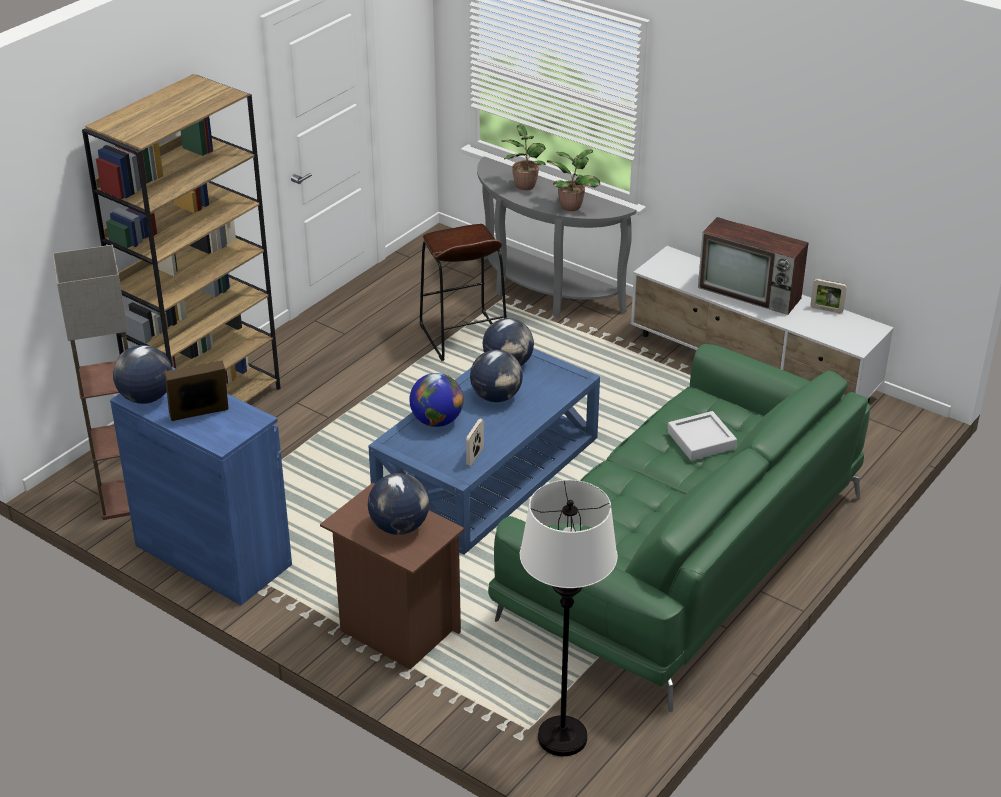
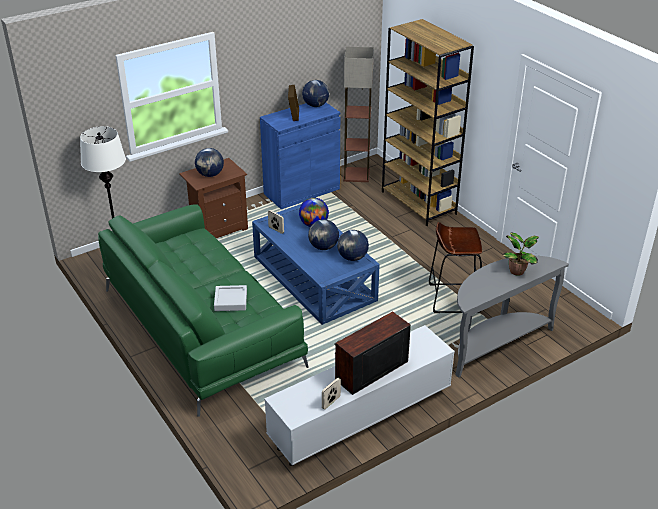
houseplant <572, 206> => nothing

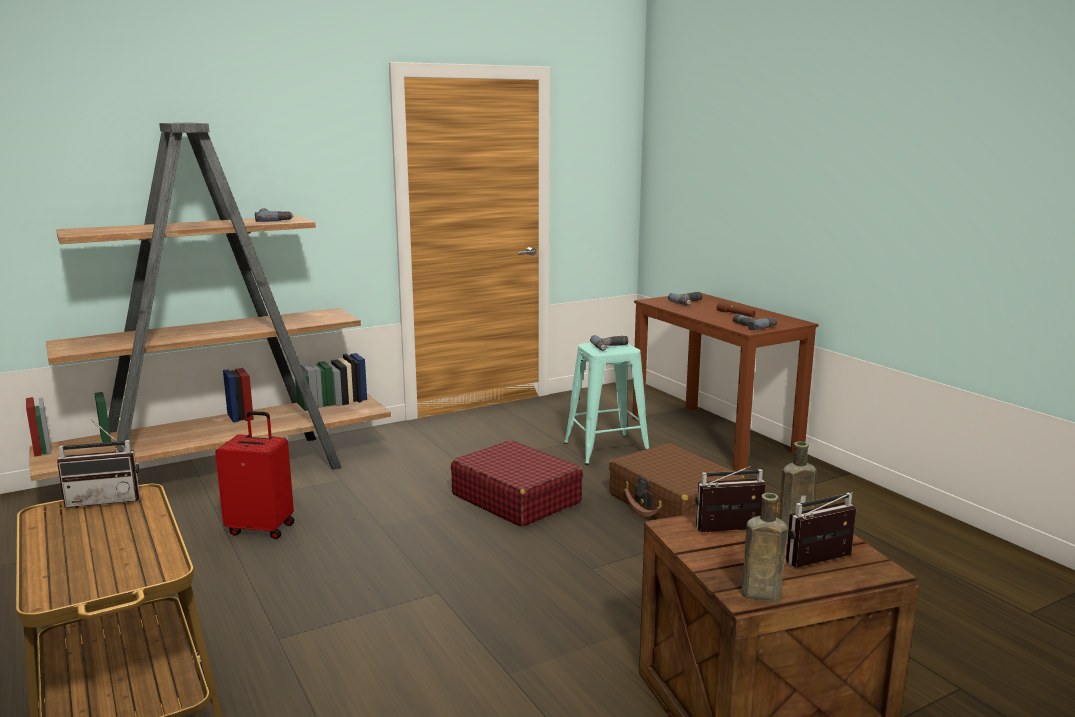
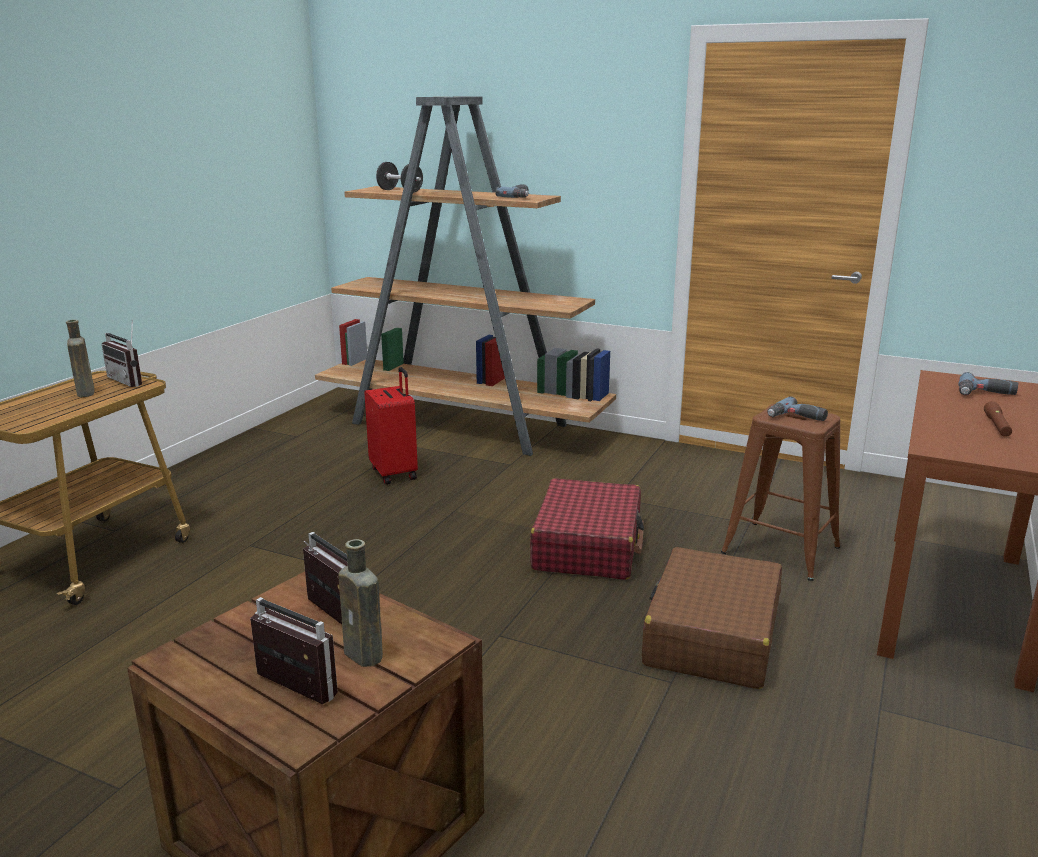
turquoise sitting stool <606, 449> => brownish sitting stool <780, 550>
drill <753, 325> => nothing
brownish bottle <758, 594> => brownish bottle <85, 392>, shifted
nothing => black-coloured hand weight <400, 191>

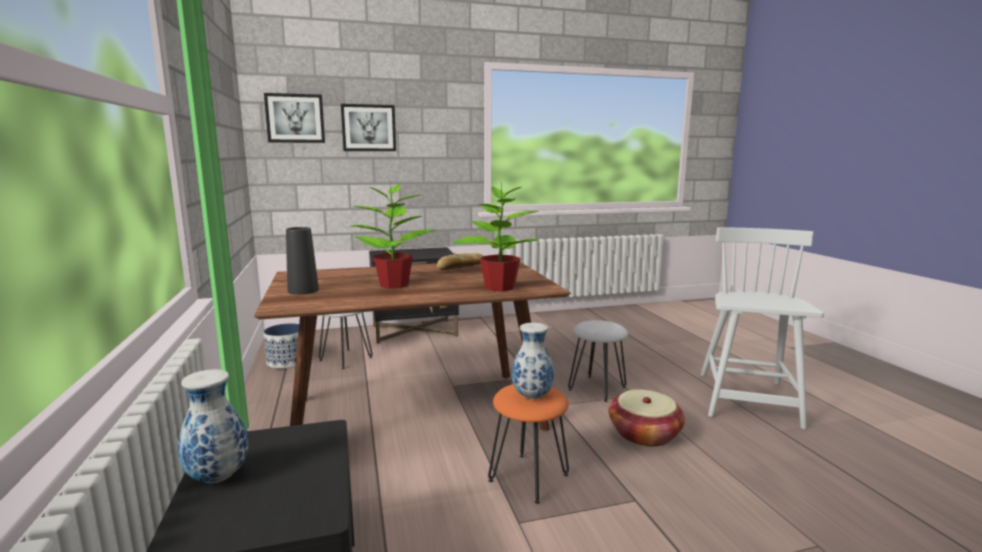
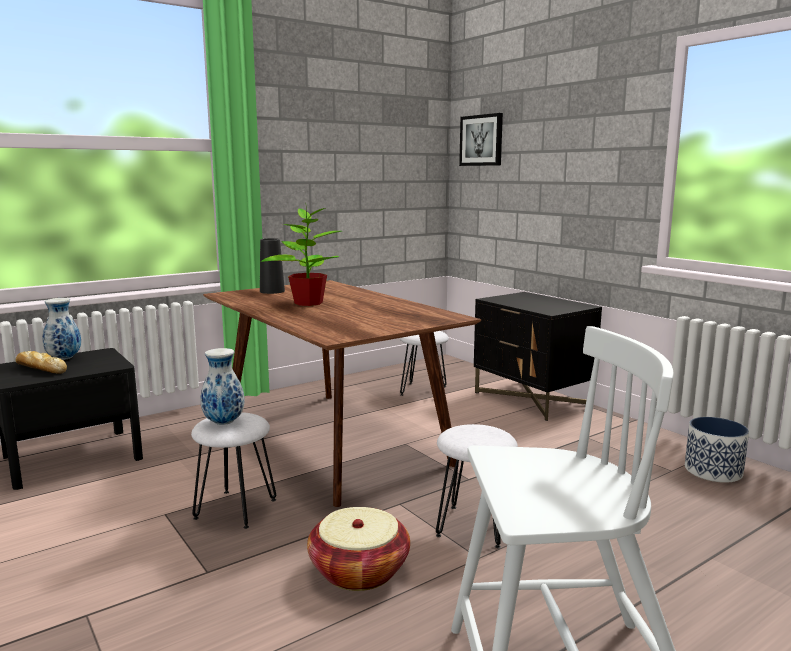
planter <286, 361> => planter <712, 471>, shifted
wall art <368, 128> => nothing
bakery bread <460, 267> => bakery bread <40, 368>, shifted
houseplant <499, 287> => nothing
orange sitting stool <528, 478> => white-coloured sitting stool <235, 508>

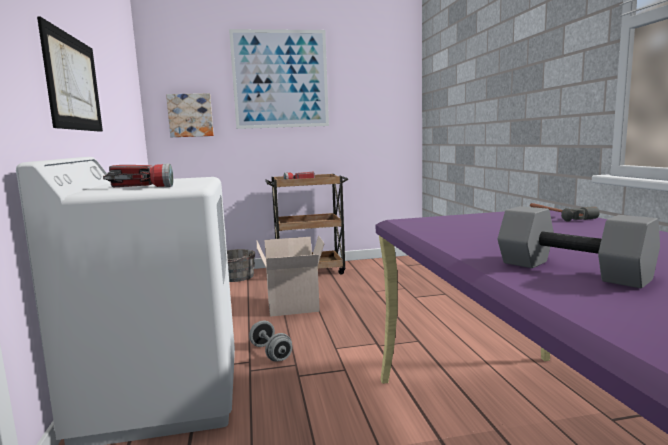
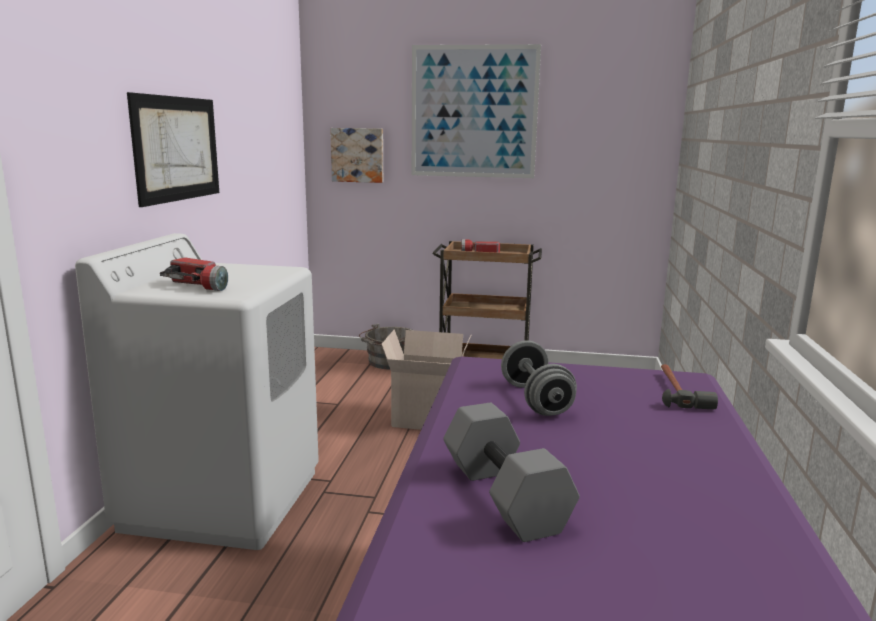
greyish hand weight <271, 353> => greyish hand weight <535, 400>, shifted

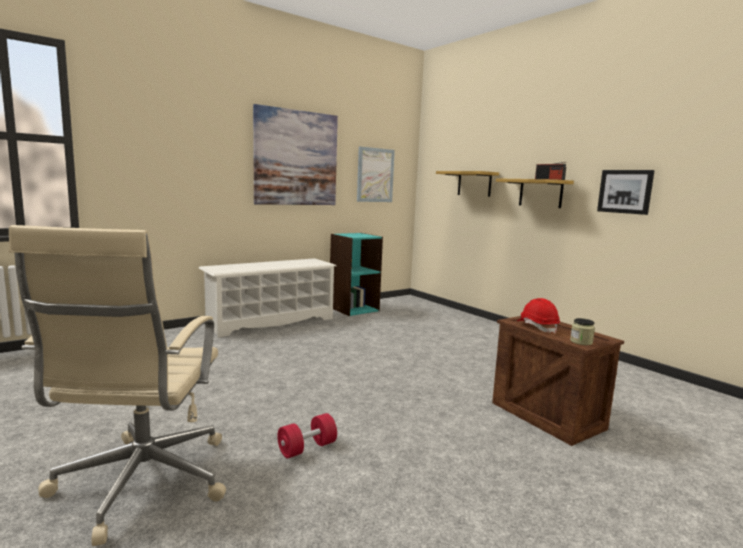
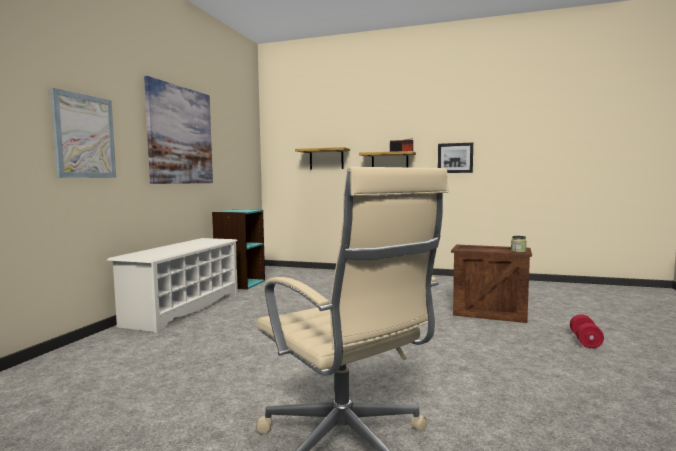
red-coloured hand weight <307, 448> => red-coloured hand weight <585, 341>, shifted
wall art <375, 175> => wall art <84, 136>, shifted
red-coloured hard hat <537, 327> => nothing

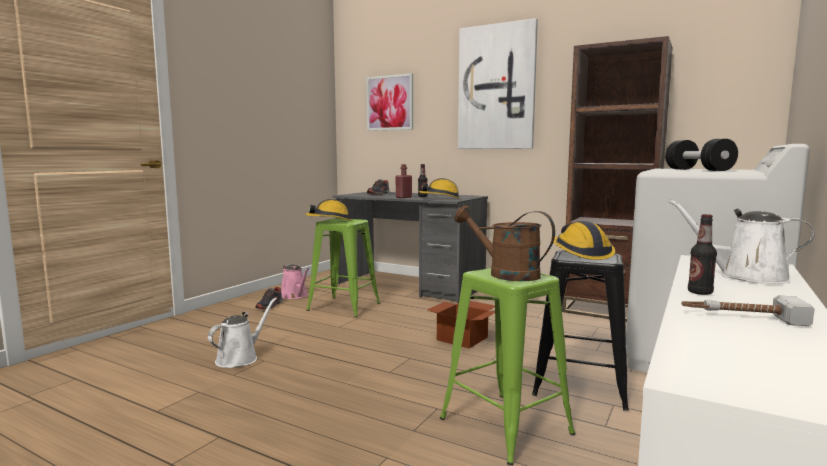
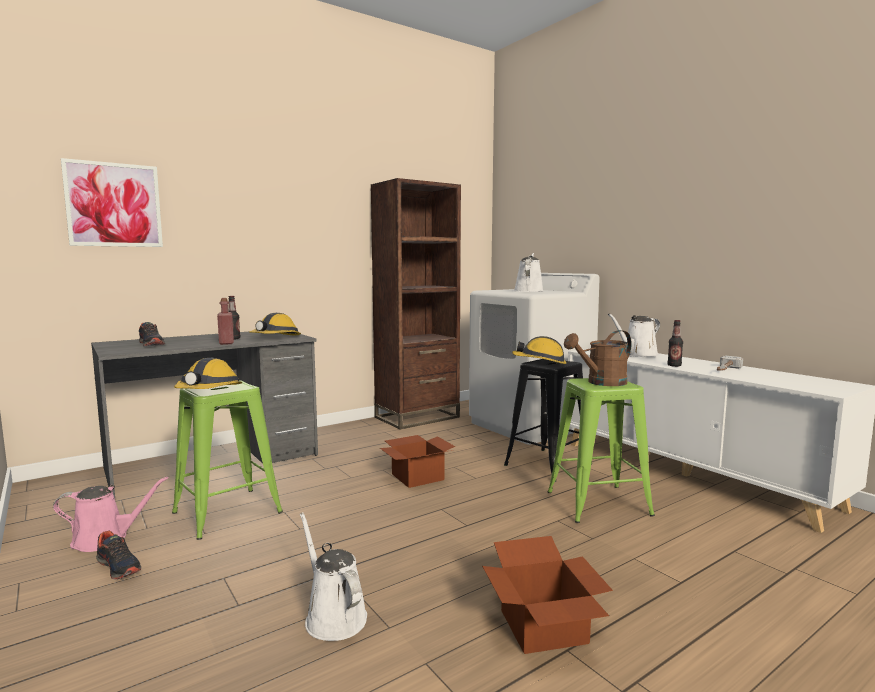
wall art <496, 87> => nothing
black-coloured hand weight <698, 170> => white-coloured sprinkling can <528, 291>
nothing => cardboard box <543, 628>

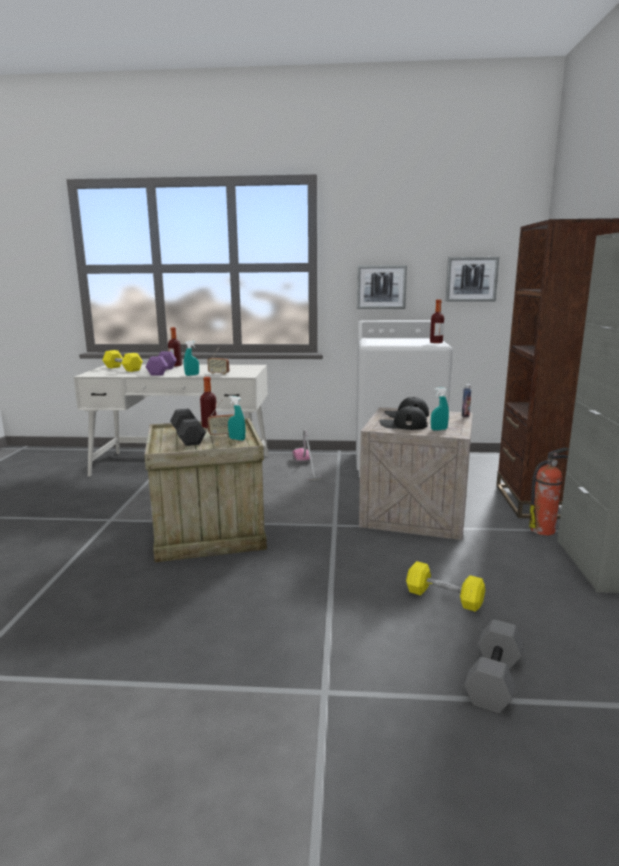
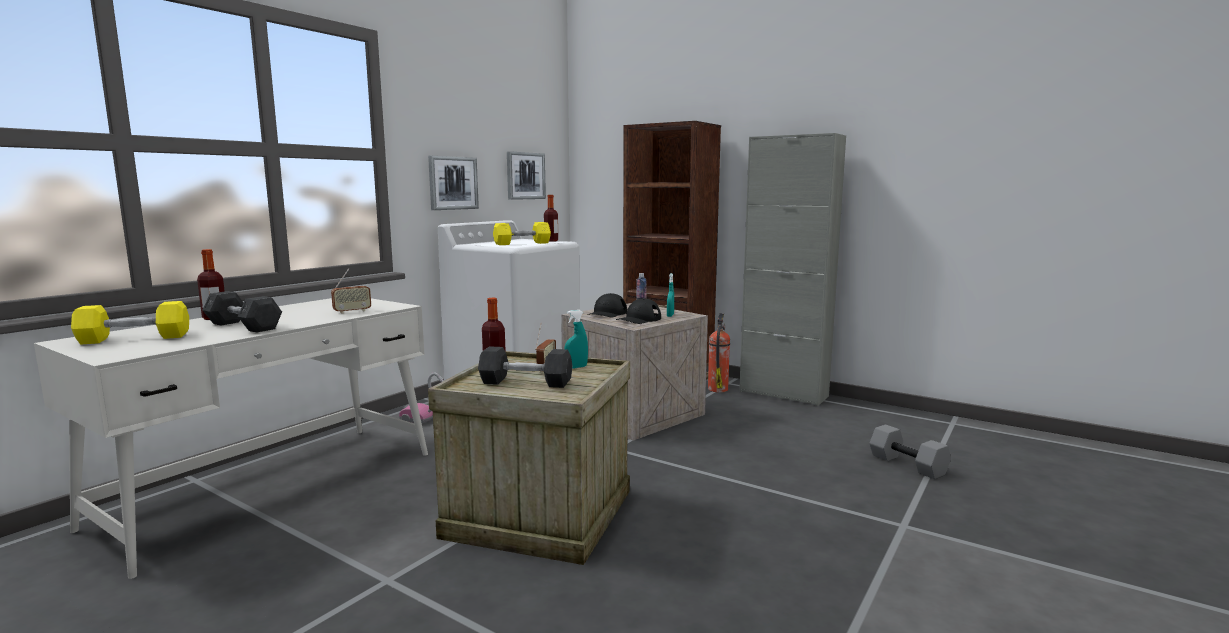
purplish hand weight <162, 371> => greyish hand weight <243, 326>
turquoise spray bottle <192, 375> => nothing
yellow-coloured hand weight <444, 597> => yellow-coloured hand weight <522, 243>, shifted

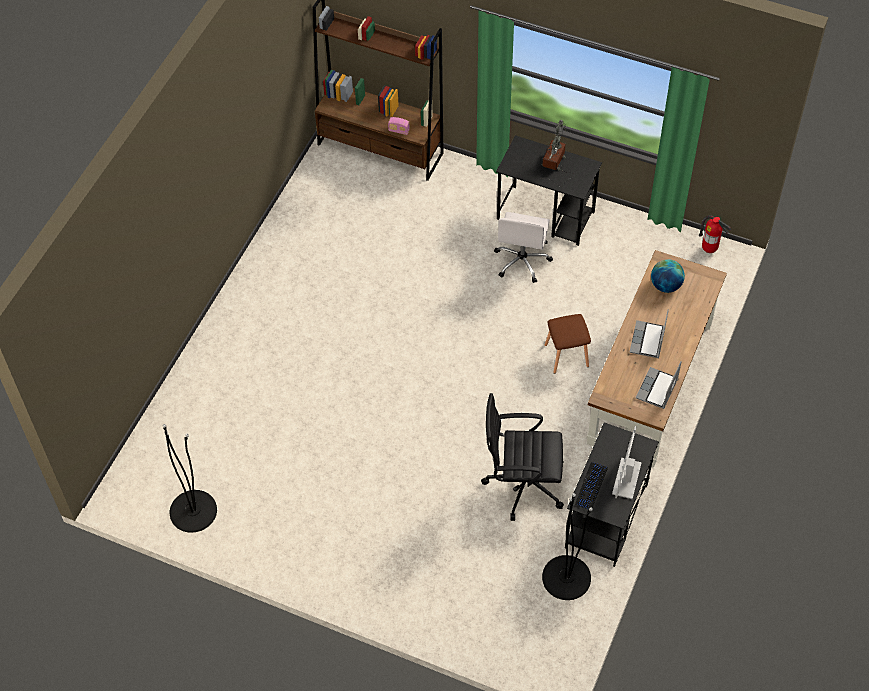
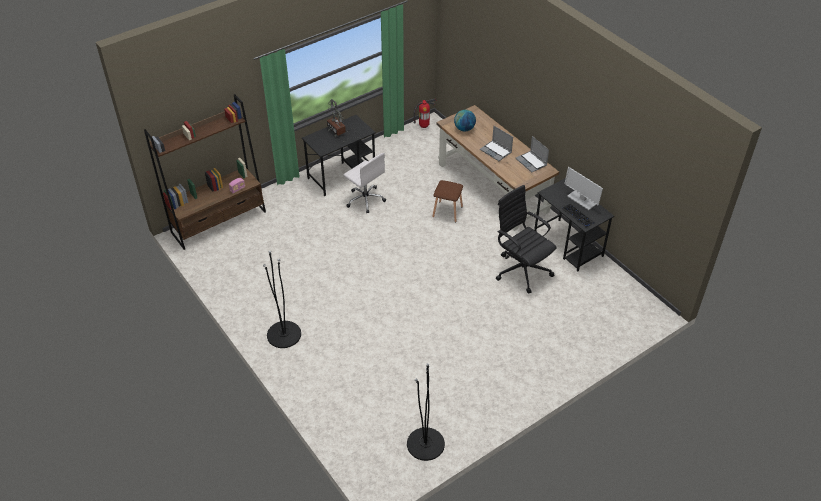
black-coloured desk chair <522, 483> => black-coloured desk chair <521, 269>, 105 degrees clockwise
black-coloured standard lamp <566, 577> => black-coloured standard lamp <284, 334>, shifted

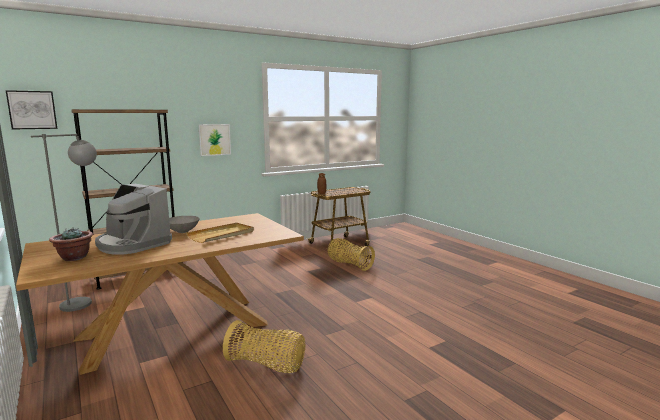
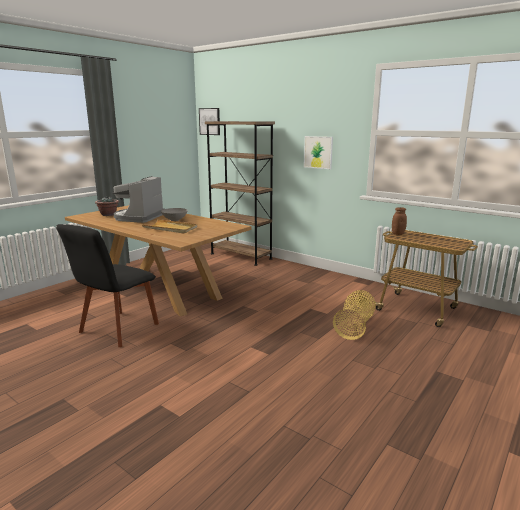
greyish standard lamp <86, 301> => nothing
storage basket <267, 365> => black-coloured plain chair <116, 330>

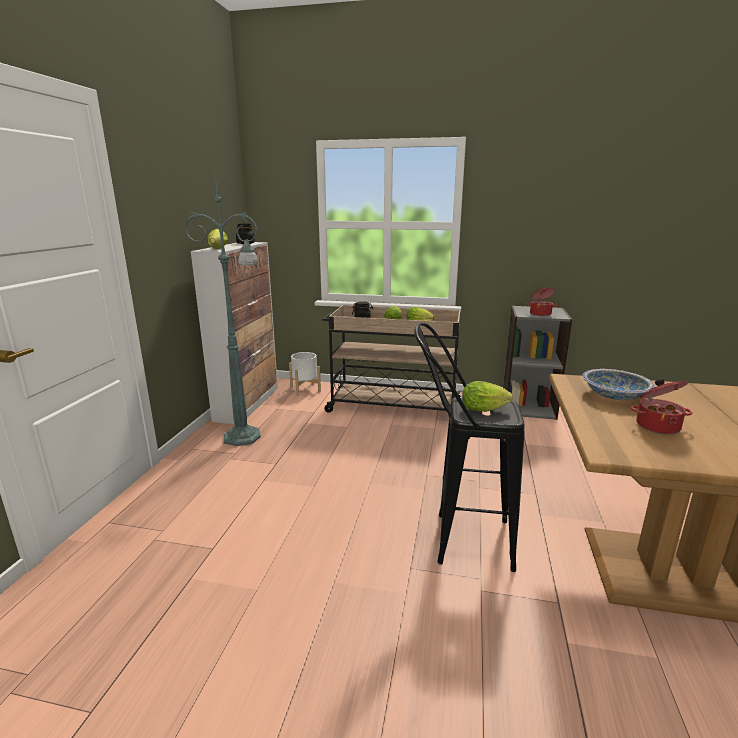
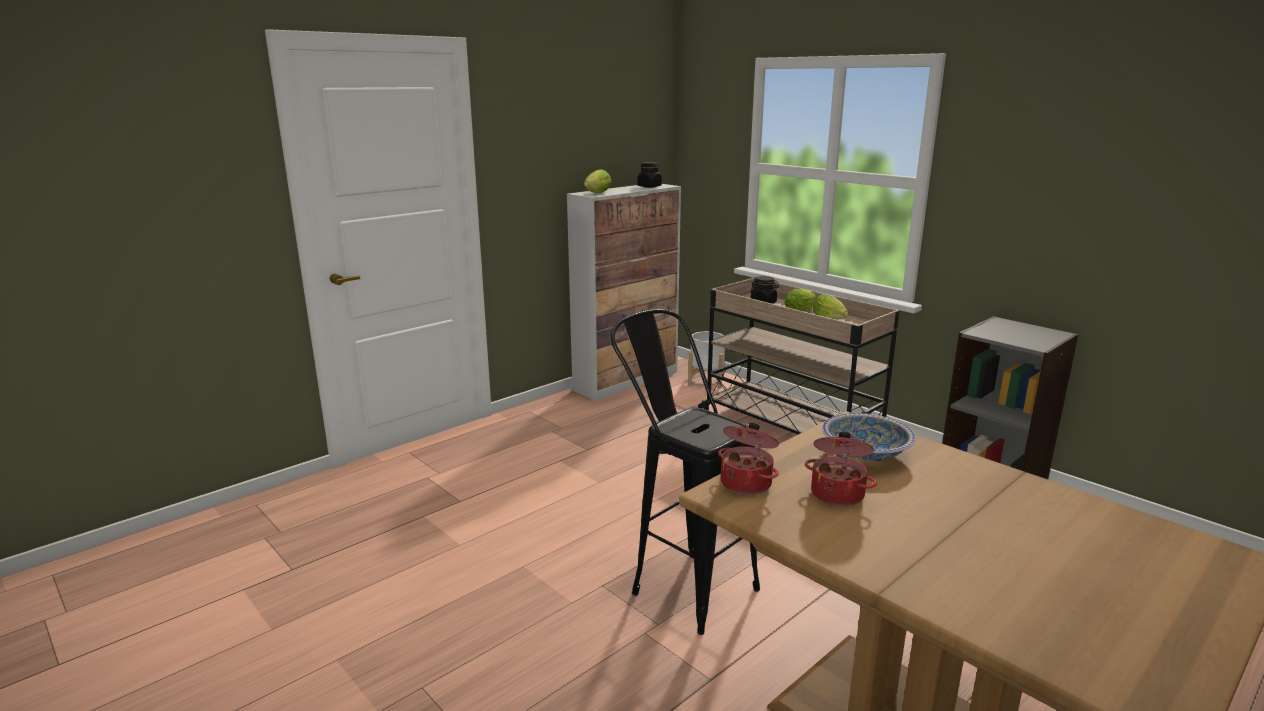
green standard lamp <244, 437> => nothing
lettuce <486, 410> => nothing
stockpot <540, 314> => stockpot <747, 483>, shifted

